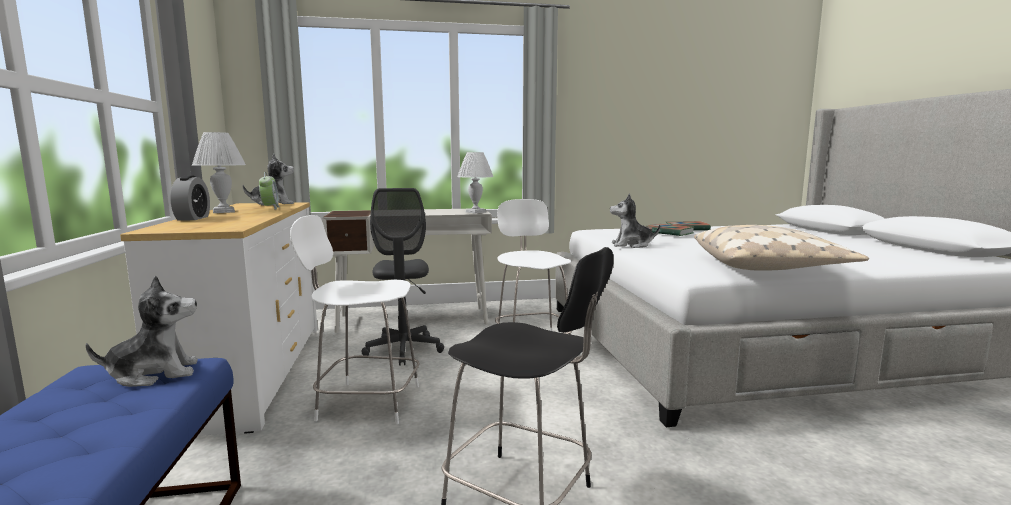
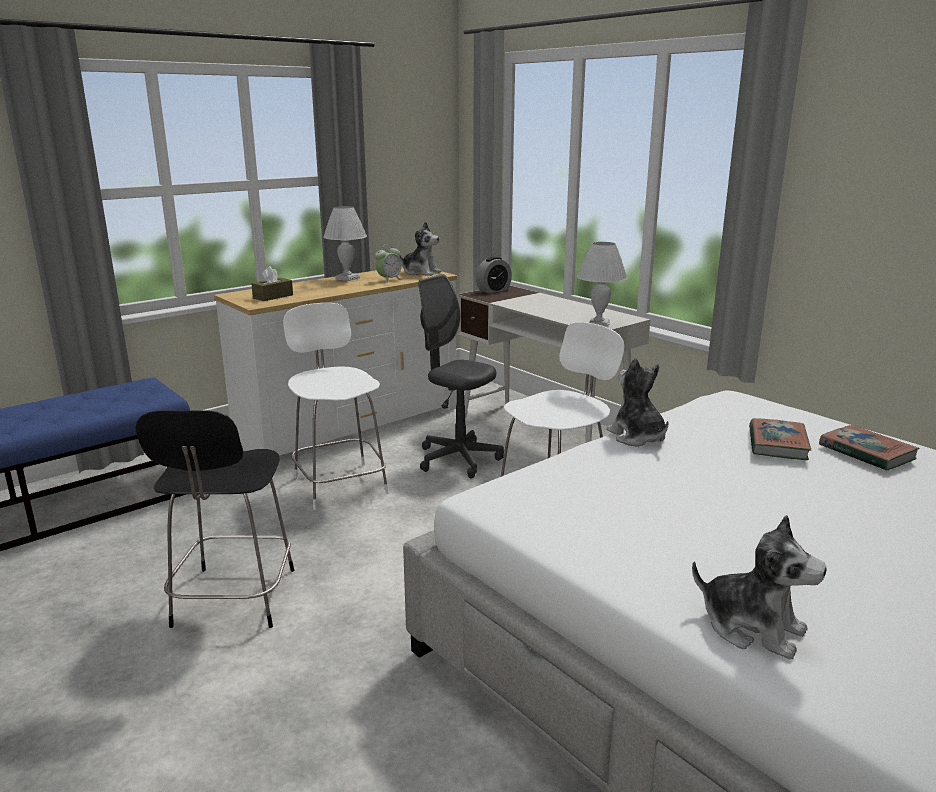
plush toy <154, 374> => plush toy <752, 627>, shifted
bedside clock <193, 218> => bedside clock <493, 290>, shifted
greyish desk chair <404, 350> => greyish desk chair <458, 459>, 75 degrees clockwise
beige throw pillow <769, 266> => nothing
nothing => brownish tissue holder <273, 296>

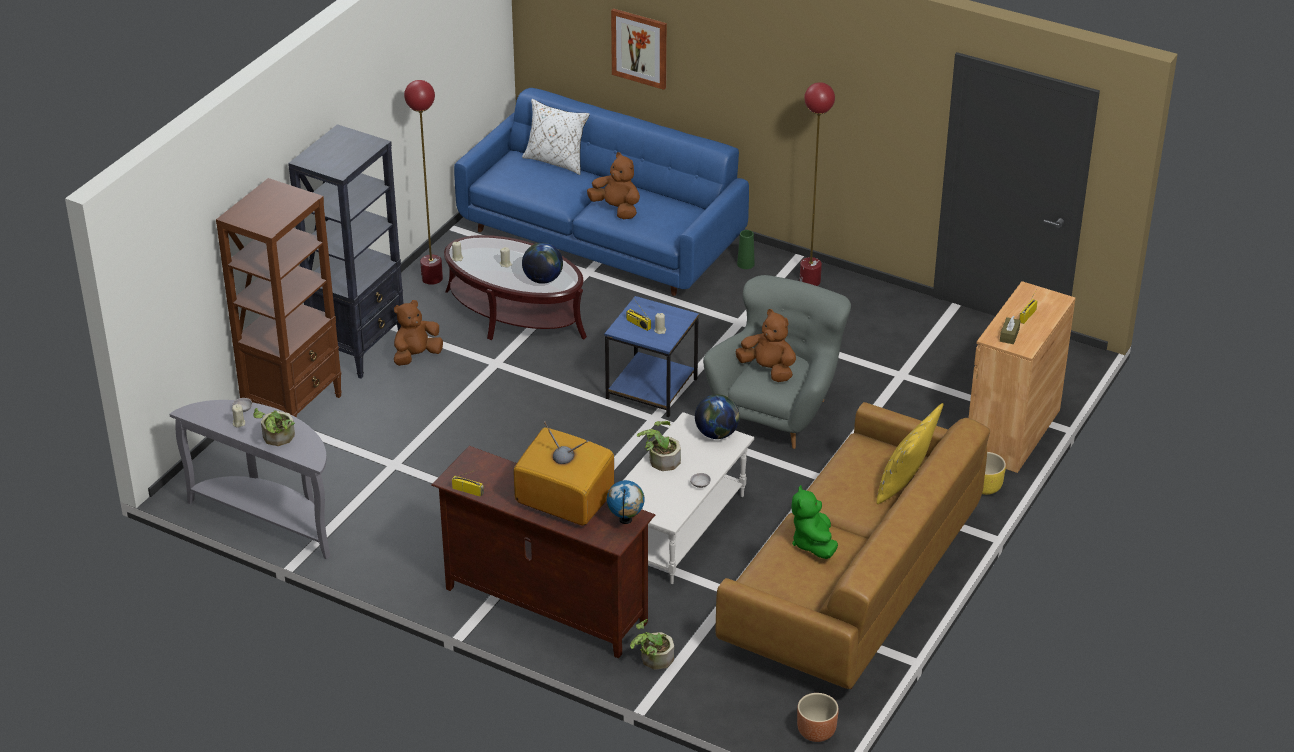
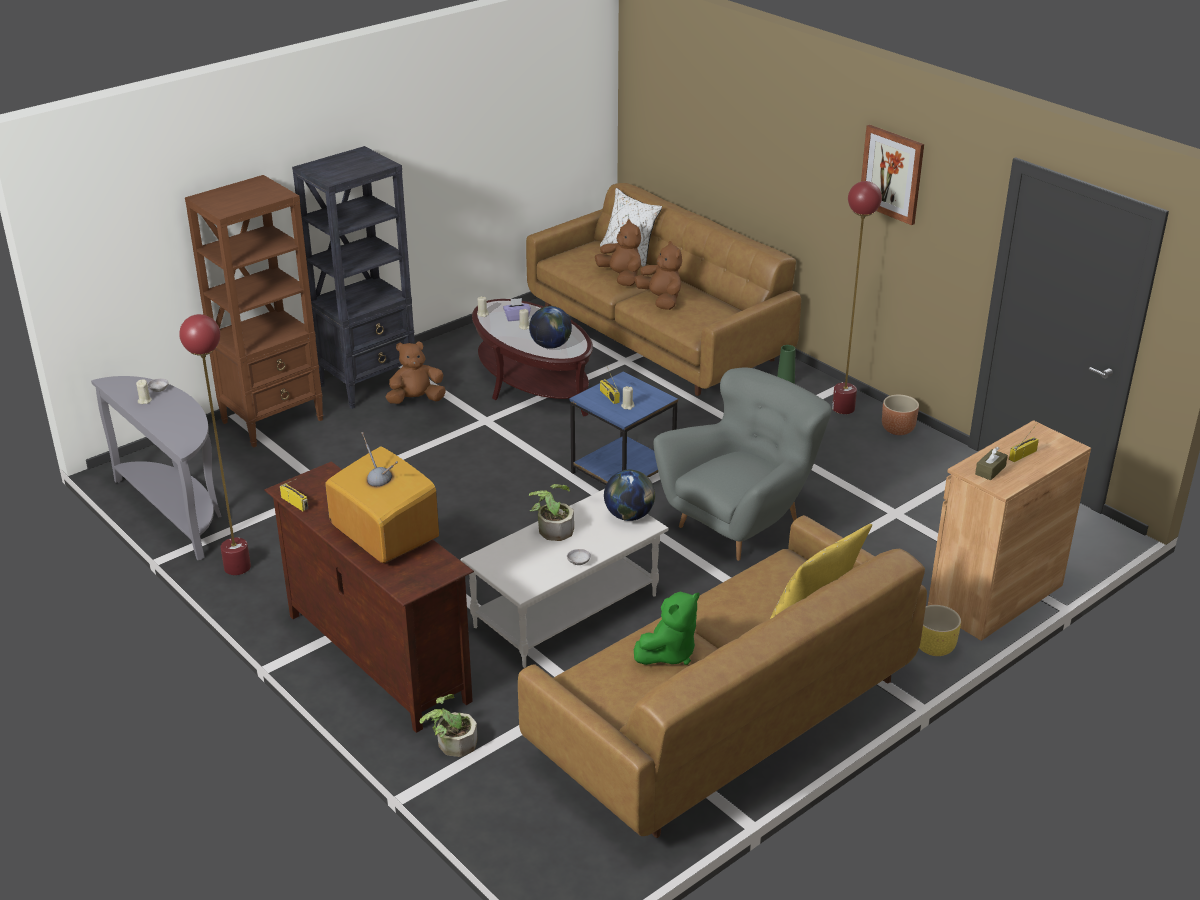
houseplant <277, 439> => nothing
red-coloured standard lamp <432, 278> => red-coloured standard lamp <237, 567>, shifted
bluish couch <602, 236> => brownish couch <658, 334>
globe <625, 520> => nothing
wall art <639, 48> => wall art <892, 174>, shifted
brownish plush toy <768, 370> => brownish plush toy <621, 277>, shifted
green plush toy <813, 543> => green plush toy <669, 653>, 150 degrees counterclockwise
brownish planter <816, 732> => brownish planter <897, 430>, shifted
nothing => purplish tissue holder <517, 317>

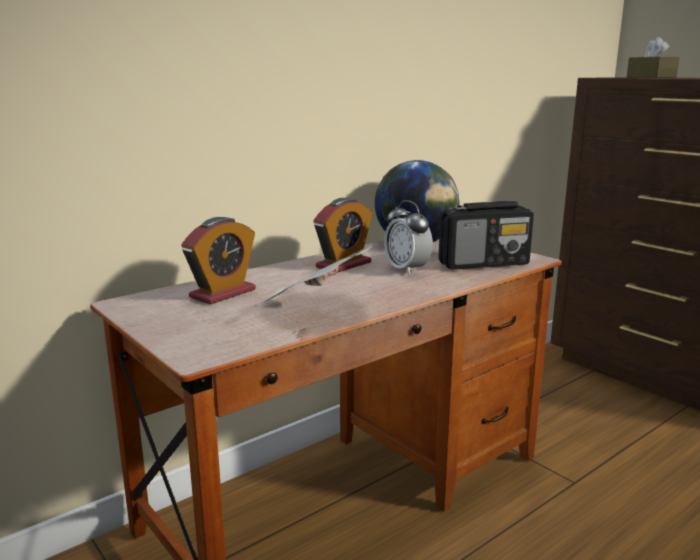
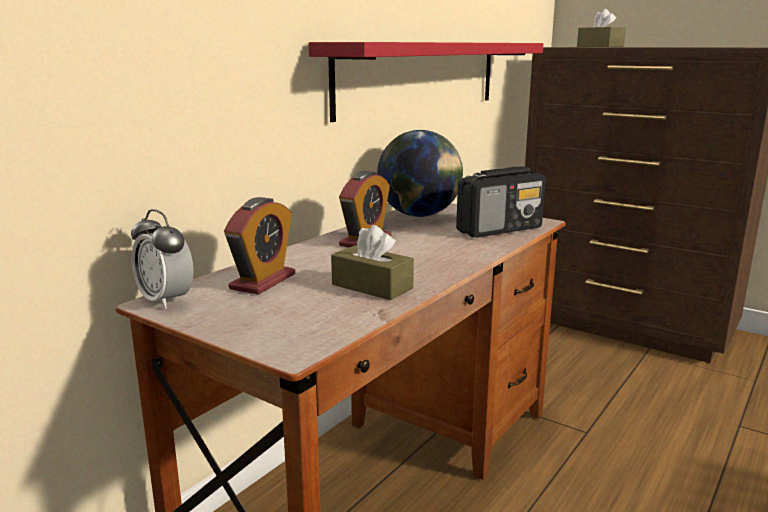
newspaper <313, 307> => brownish tissue holder <372, 286>
bedside clock <407, 270> => bedside clock <166, 300>, shifted
nothing => red-coloured shelf <422, 76>

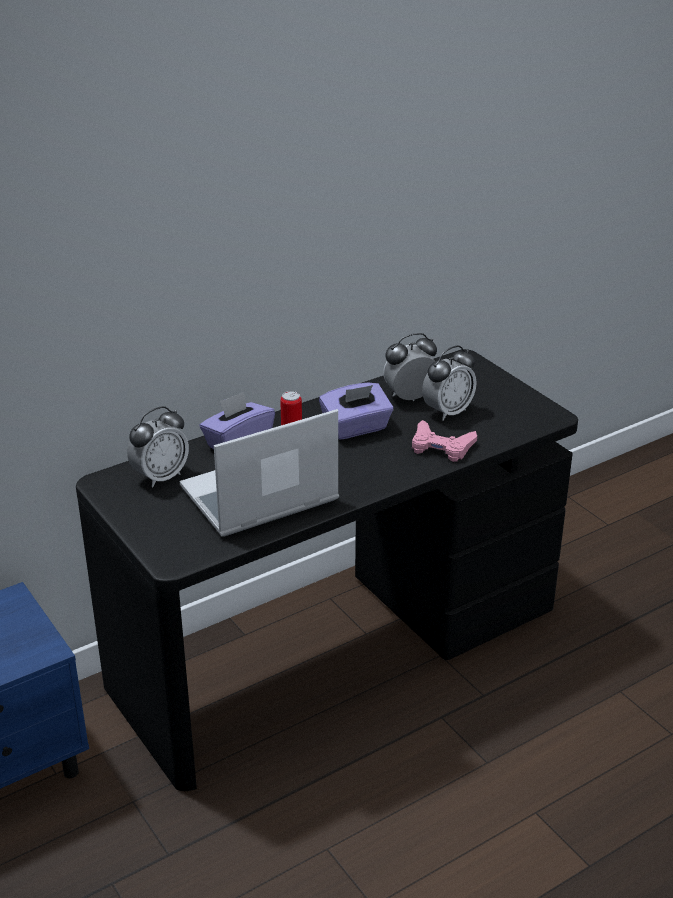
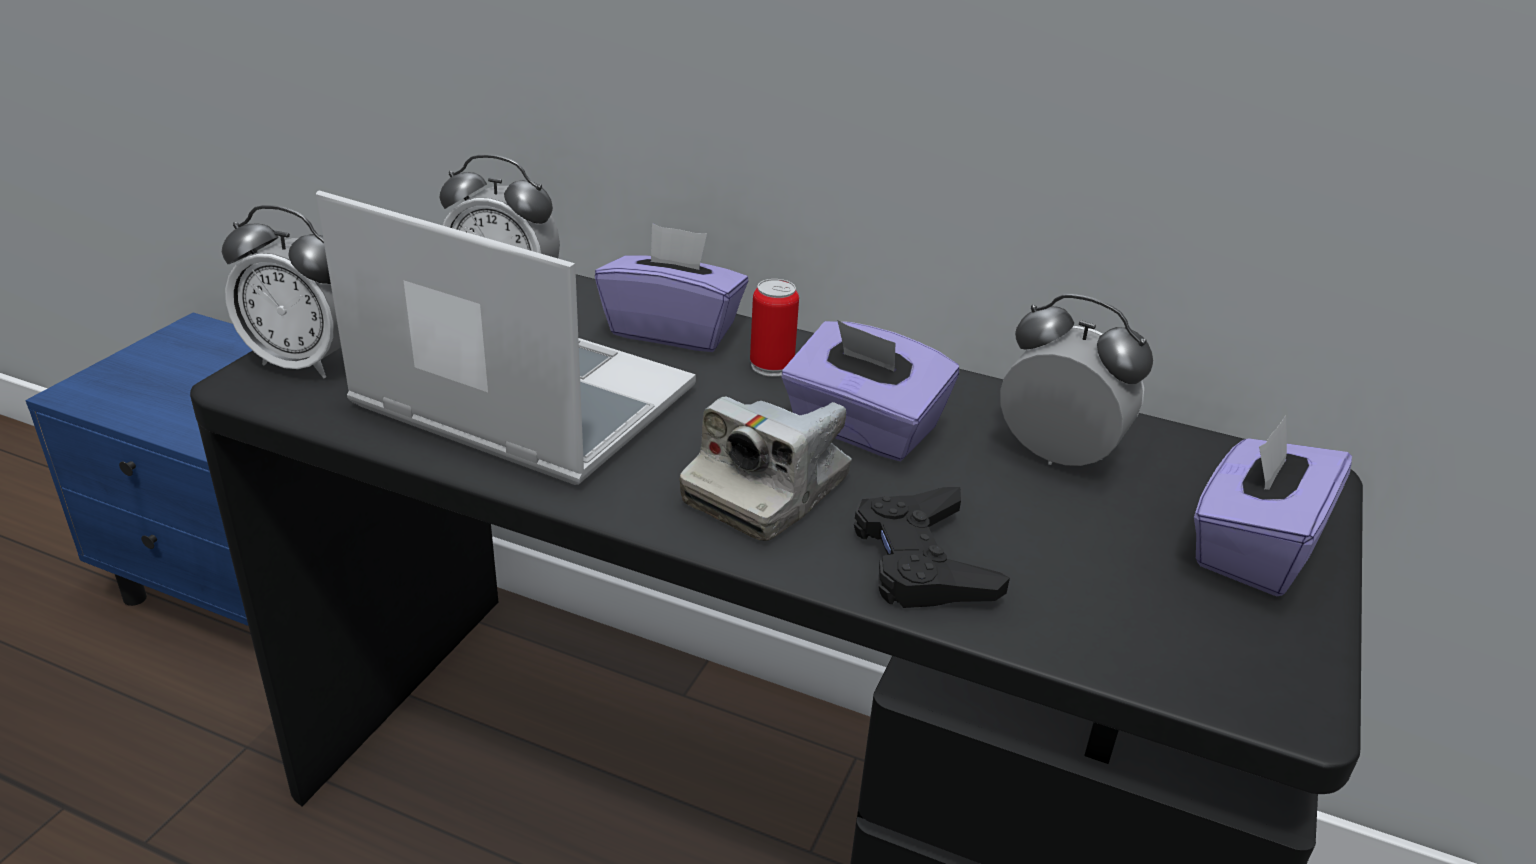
pinkish joypad <441, 447> => black-coloured joypad <922, 560>
bedside clock <448, 412> => bedside clock <306, 362>, shifted
nothing => photo camera <767, 491>
nothing => purplish tissue holder <1253, 548>

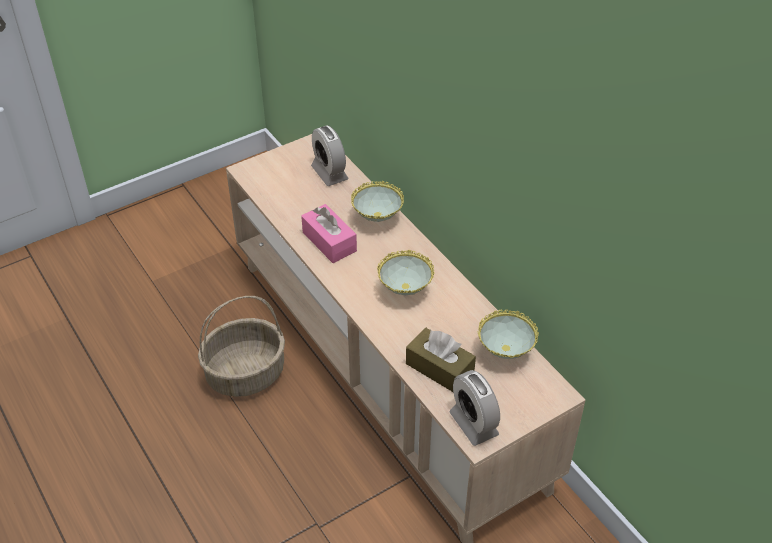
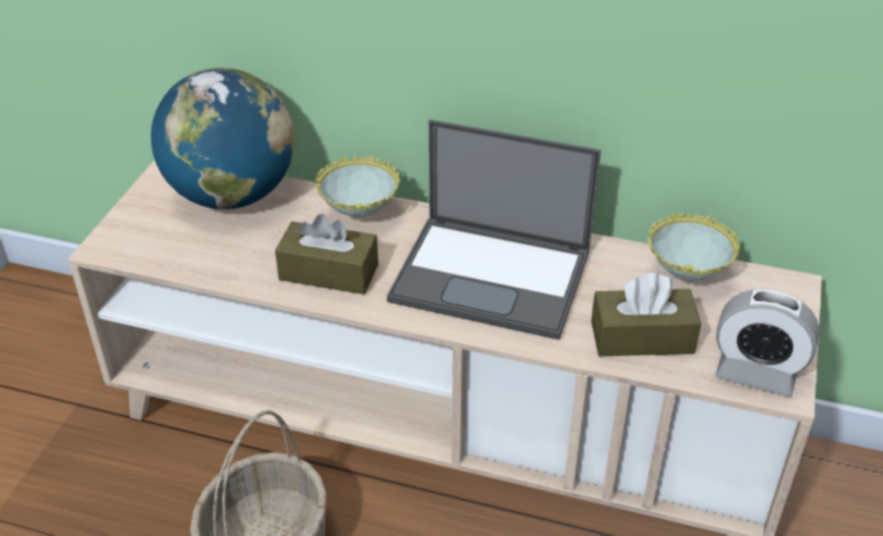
pinkish tissue holder <329, 242> => brownish tissue holder <329, 272>
bedside clock <329, 173> => globe <232, 195>
deep dish <405, 291> => notebook computer <493, 276>

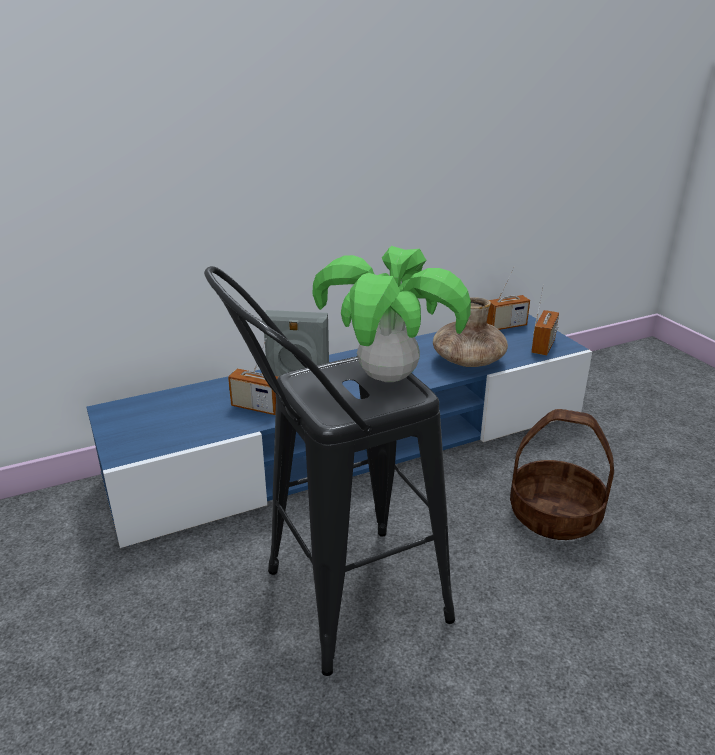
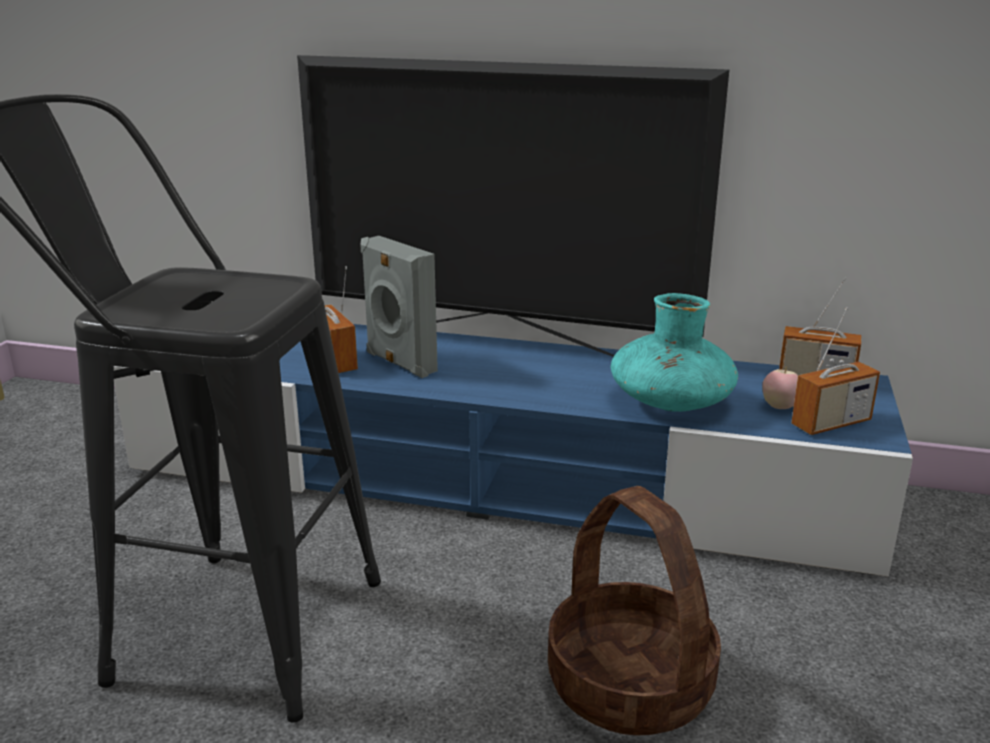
houseplant <388, 377> => nothing
brownish decorative vase <468, 361> => turquoise decorative vase <671, 402>
nothing => TV set <499, 342>
nothing => apple <779, 407>

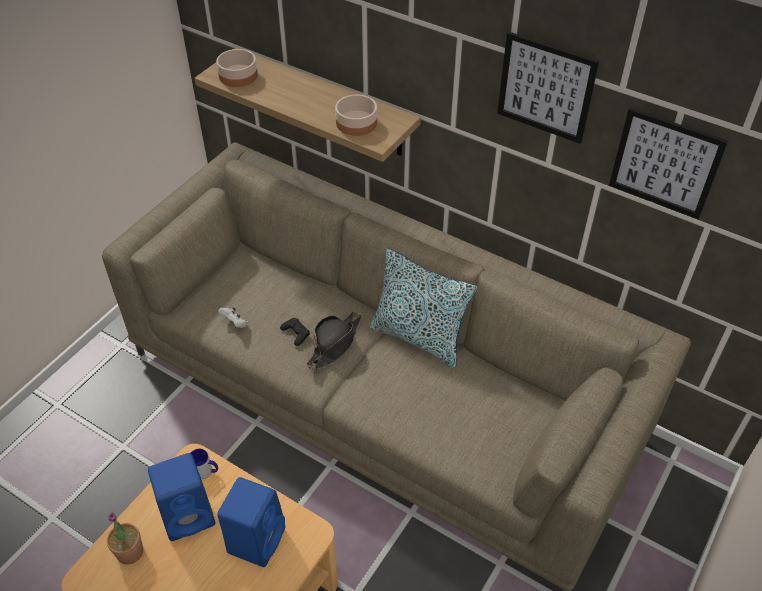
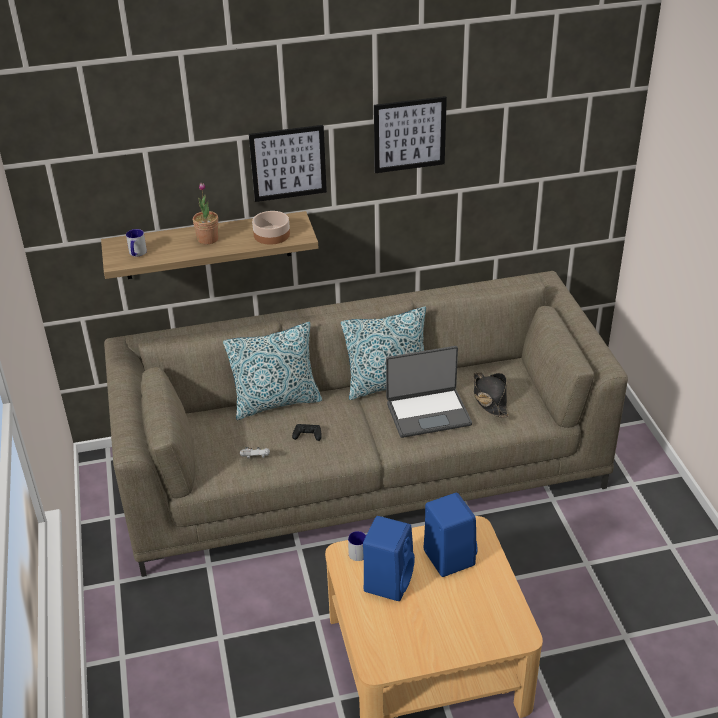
houseplant <130, 552> => houseplant <208, 239>, shifted
deep dish <237, 76> => tea mug <137, 253>
black-coloured wearable hat <334, 344> => black-coloured wearable hat <489, 399>, shifted
wall art <665, 163> => wall art <288, 163>, shifted
nothing => throw pillow <276, 402>
nothing => notebook computer <428, 413>

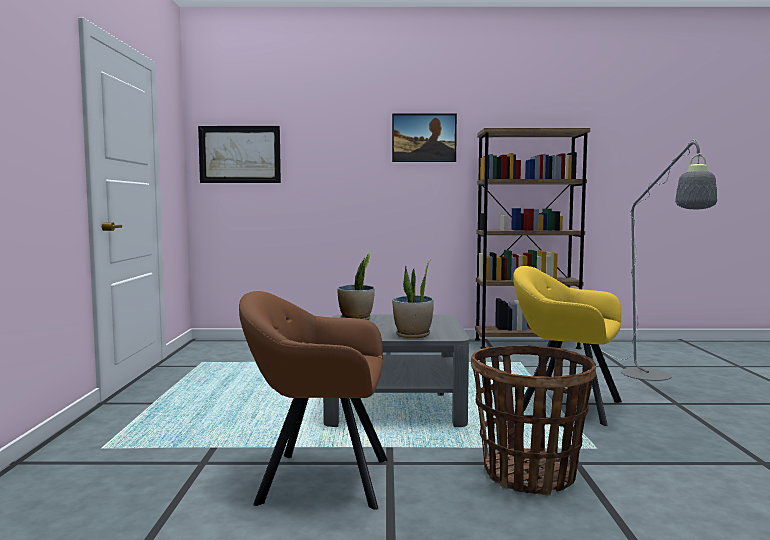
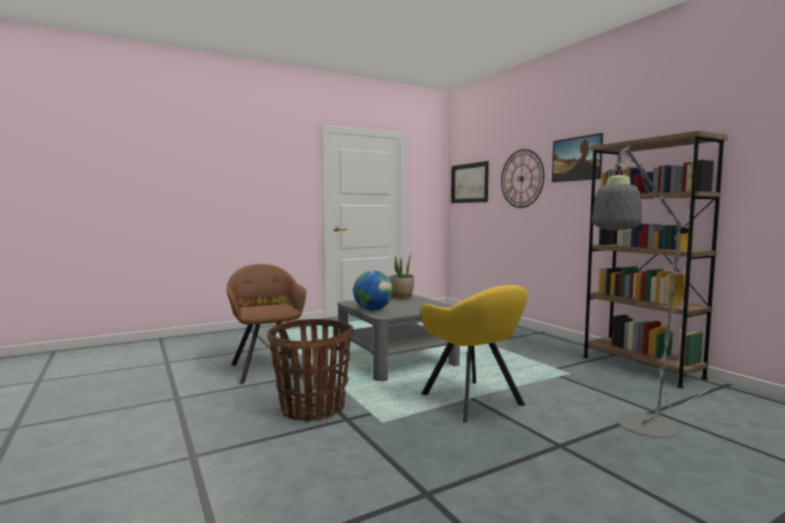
houseplant <413, 335> => globe <373, 310>
yellow-coloured easy chair <564, 404> => yellow-coloured easy chair <474, 402>, 150 degrees clockwise
nothing => wall clock <521, 178>

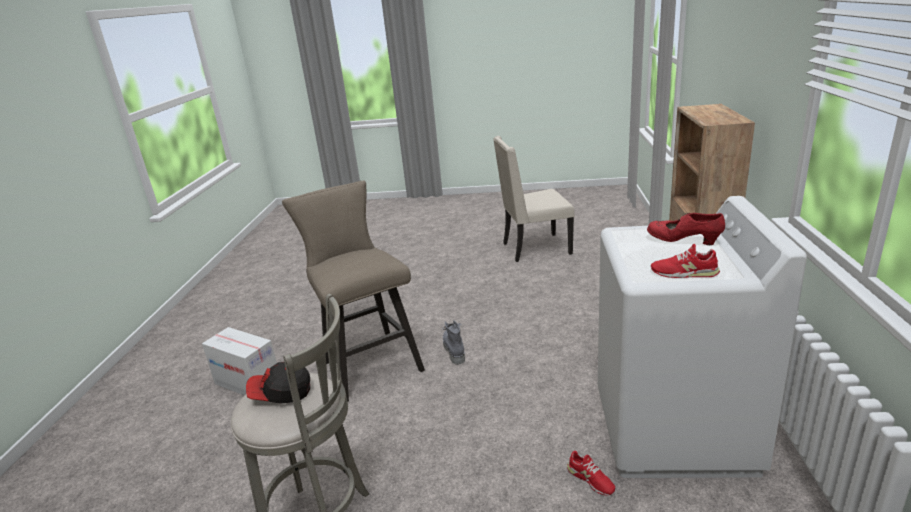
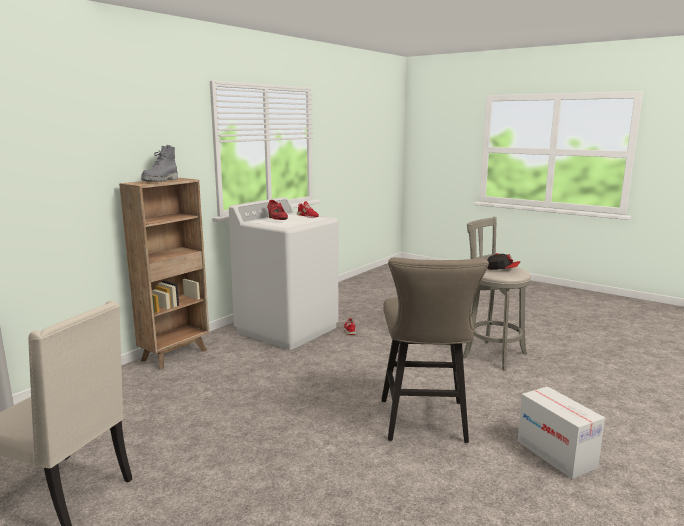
greyish tall boot <453, 349> => greyish tall boot <161, 181>, shifted

